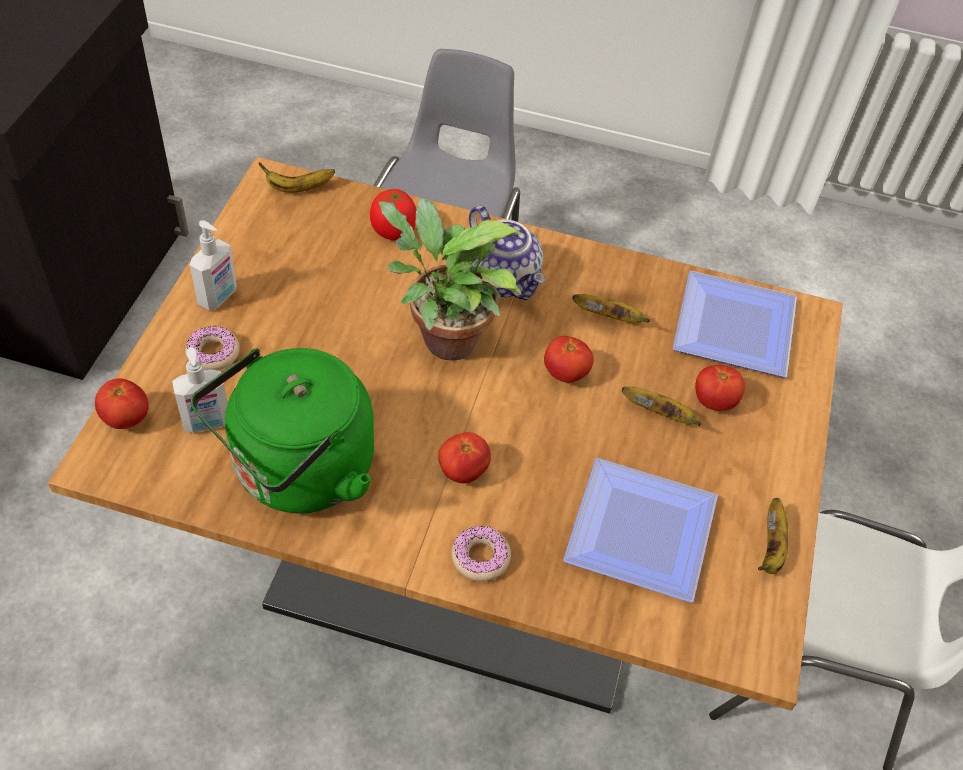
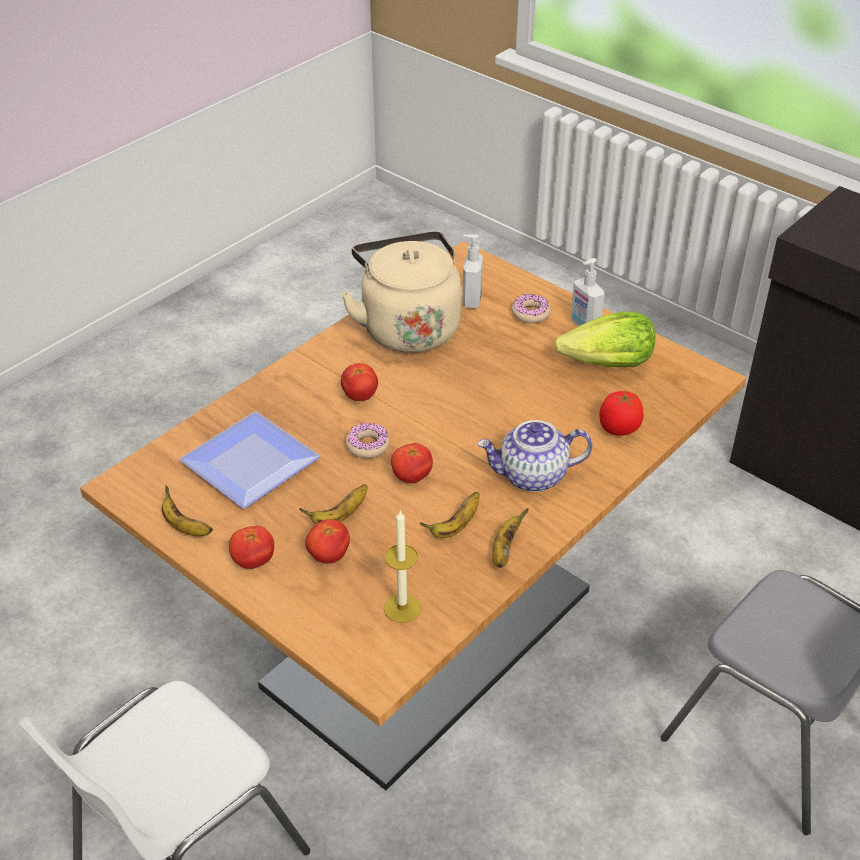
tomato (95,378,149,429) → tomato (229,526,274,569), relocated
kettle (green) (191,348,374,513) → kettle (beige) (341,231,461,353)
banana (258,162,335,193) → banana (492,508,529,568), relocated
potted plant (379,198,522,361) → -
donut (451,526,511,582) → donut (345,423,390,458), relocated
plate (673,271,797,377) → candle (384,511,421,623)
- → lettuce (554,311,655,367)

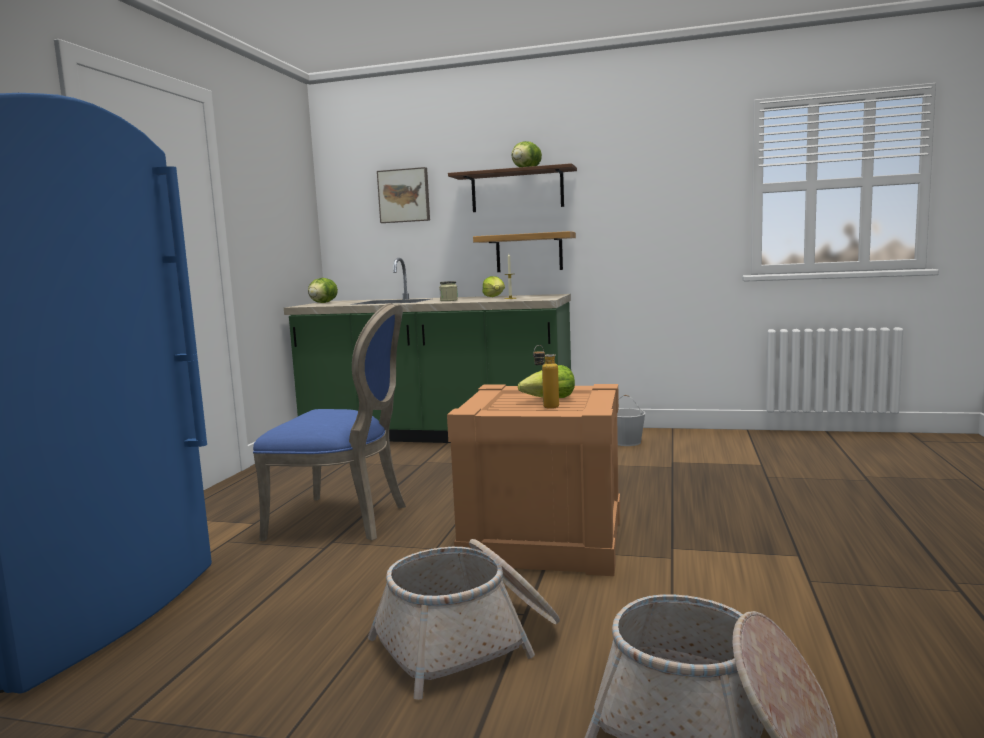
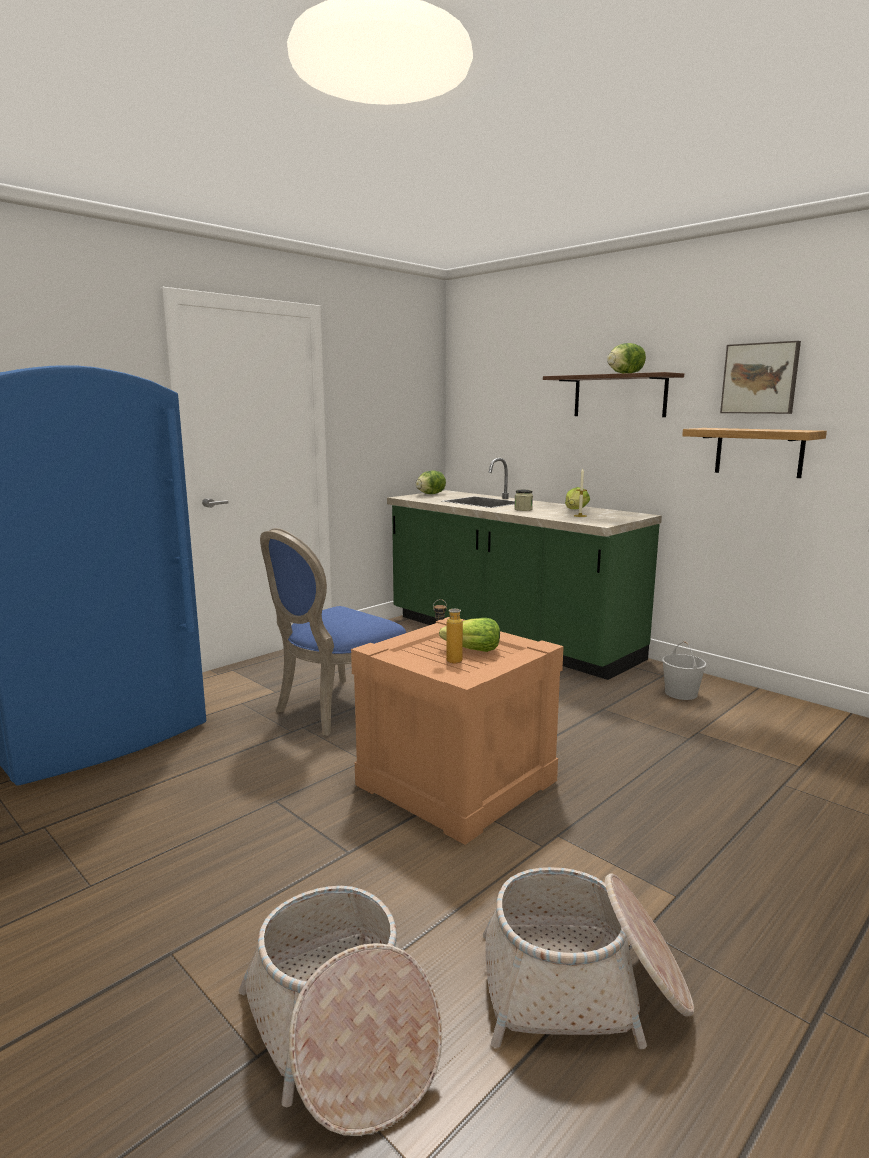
chair (blue) (253,303,406,541) → chair (blue) (260,528,406,736), 90 degrees clockwise
basket (368,539,560,700) → basket (483,867,694,1049), relocated
picture (377,167,430,223) → picture (720,341,801,414), relocated
shelf (473,231,576,272) → shelf (682,428,827,478), relocated

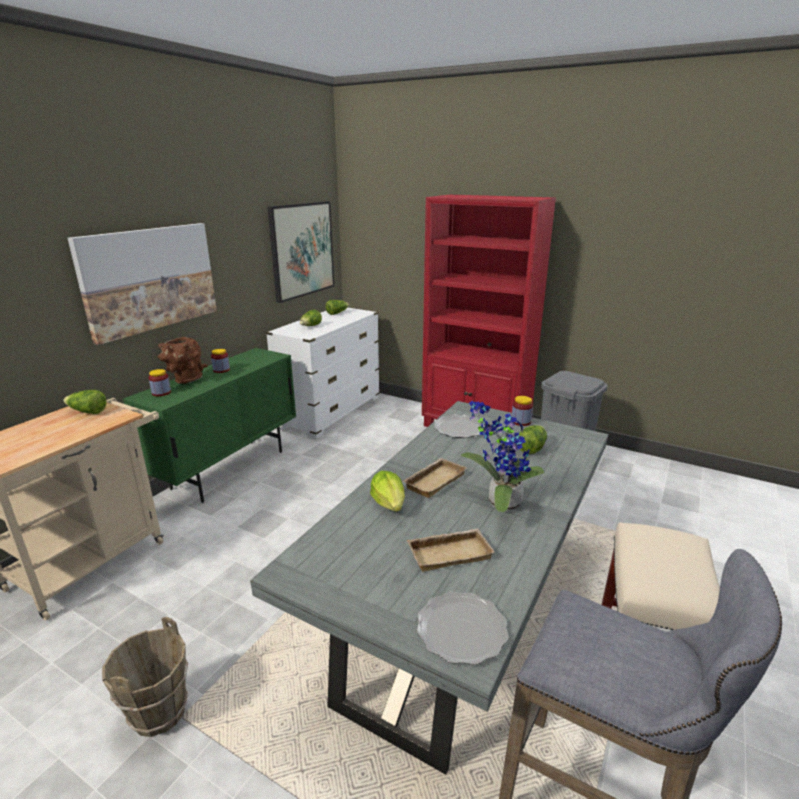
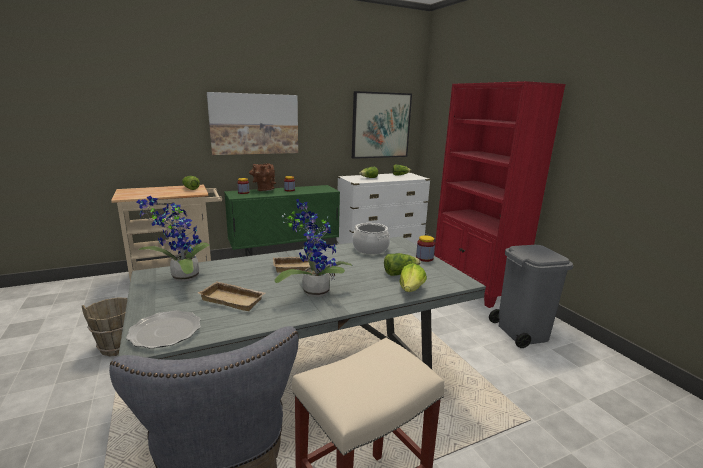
lettuce (370,471,405,512) → lettuce (399,263,427,292), relocated
plate (434,414,485,438) → cooking pot (352,223,390,254)
- → potted plant (137,196,209,282)

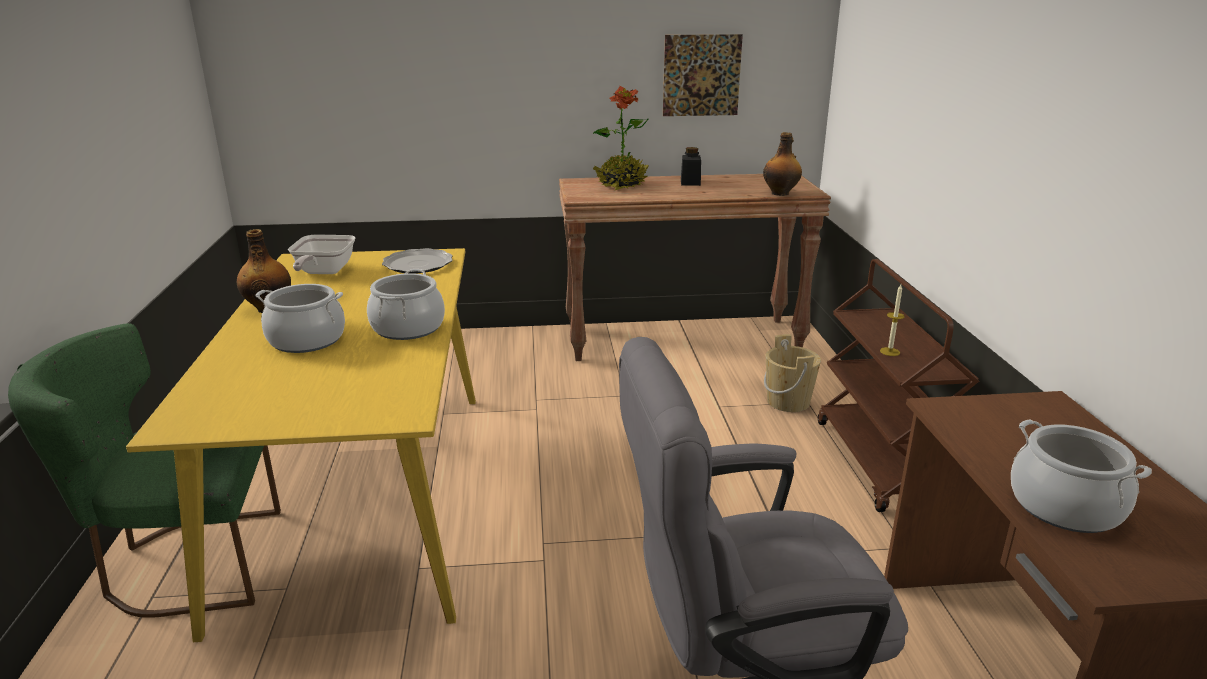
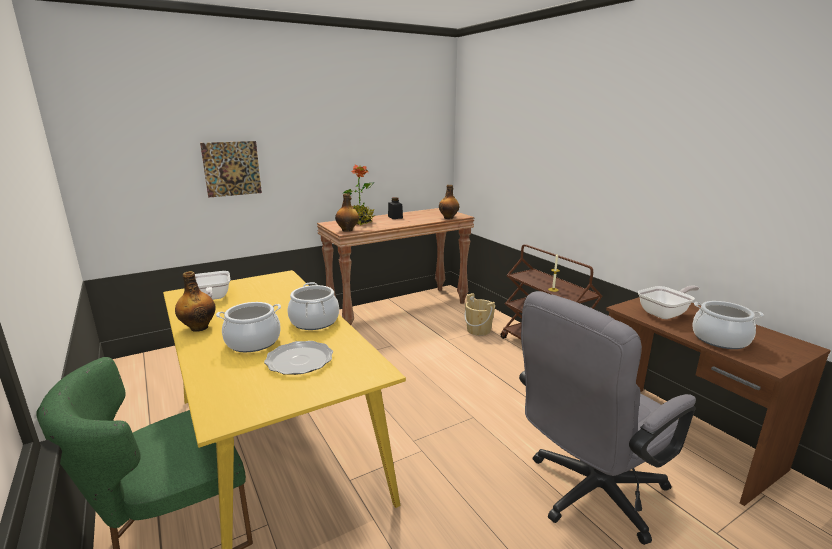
plate (382,248,453,274) → plate (264,341,333,375), relocated
picture (663,34,743,116) → picture (200,141,262,198), relocated
- → bottle (335,193,359,232)
- → frying pan (638,285,699,319)

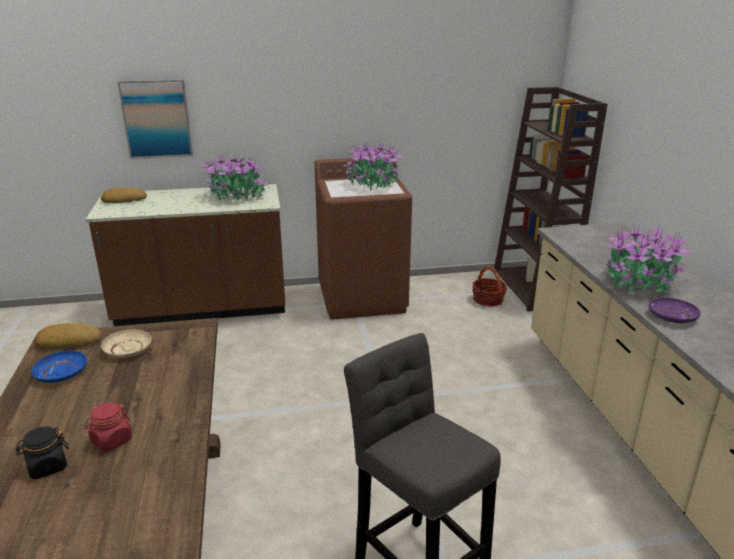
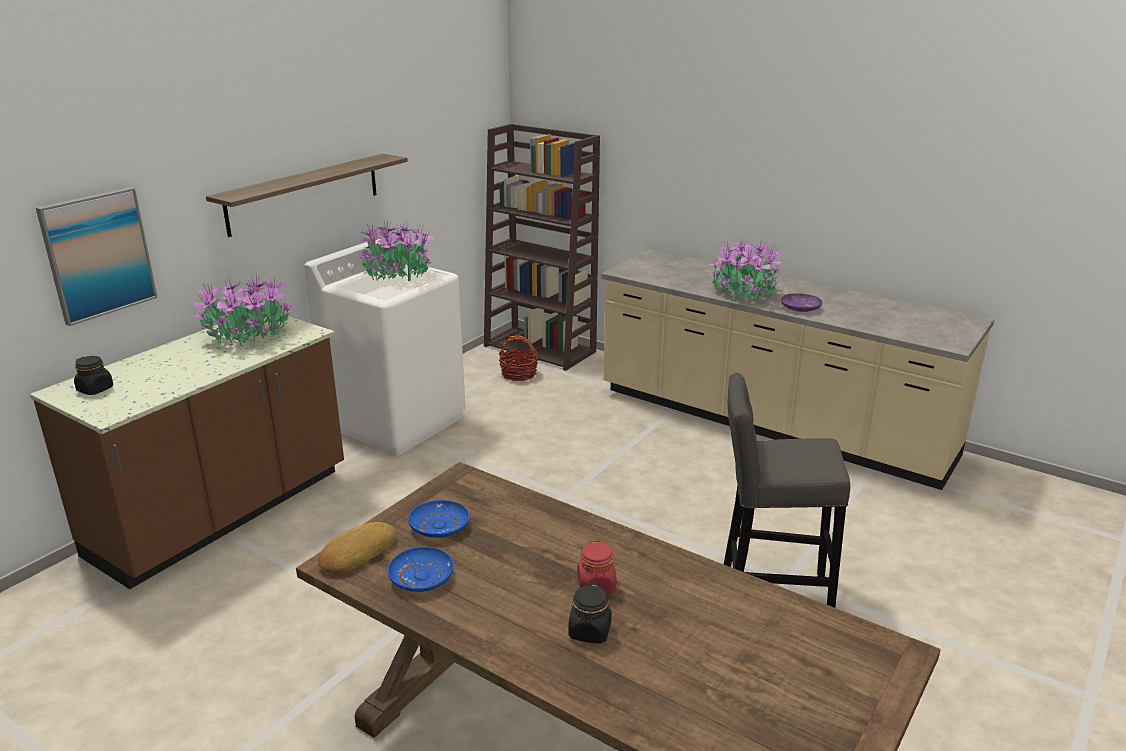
bread (101,187,147,203) → jar (black) (74,356,113,395)
plate (beige) (101,330,152,358) → plate (blue) (408,500,470,538)
washing machine (brown) (315,157,412,320) → washing machine (white) (304,239,466,456)
- → shelf (206,154,408,237)

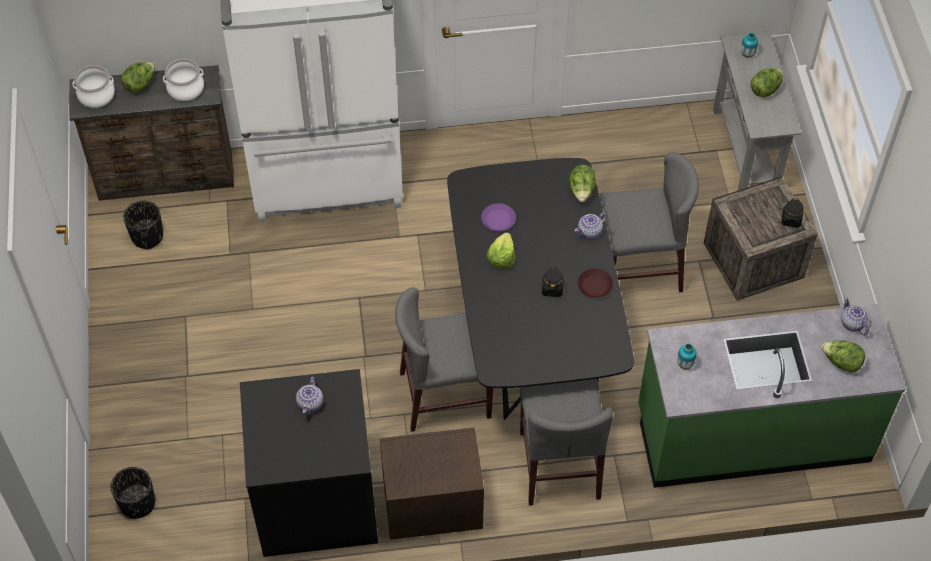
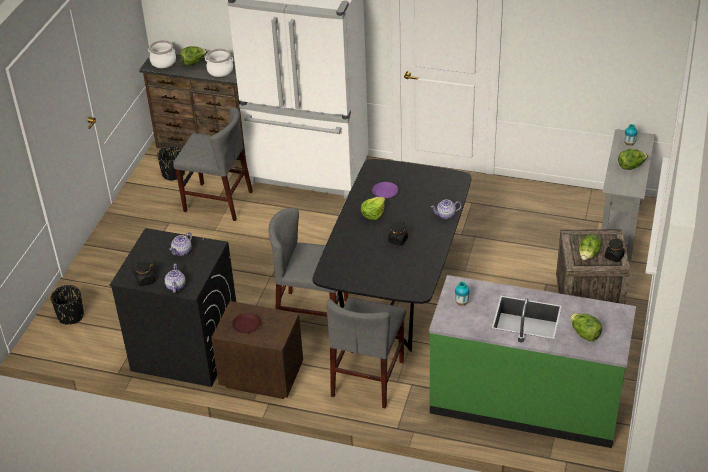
lettuce (569,165,596,202) → lettuce (578,234,602,260), relocated
plate (brown) (578,269,613,298) → plate (brown) (232,313,261,333), relocated
chair (grey) (599,152,699,292) → chair (grey) (173,107,253,221), relocated
teapot (841,297,869,335) → teapot (164,264,186,293), relocated
- → jar (black) (132,261,156,286)

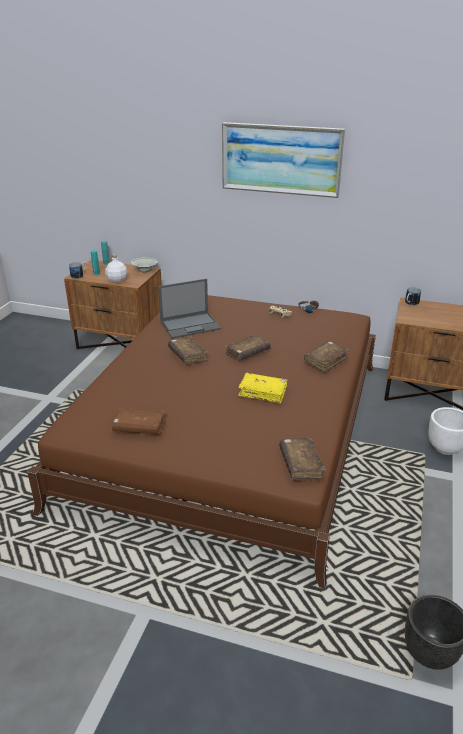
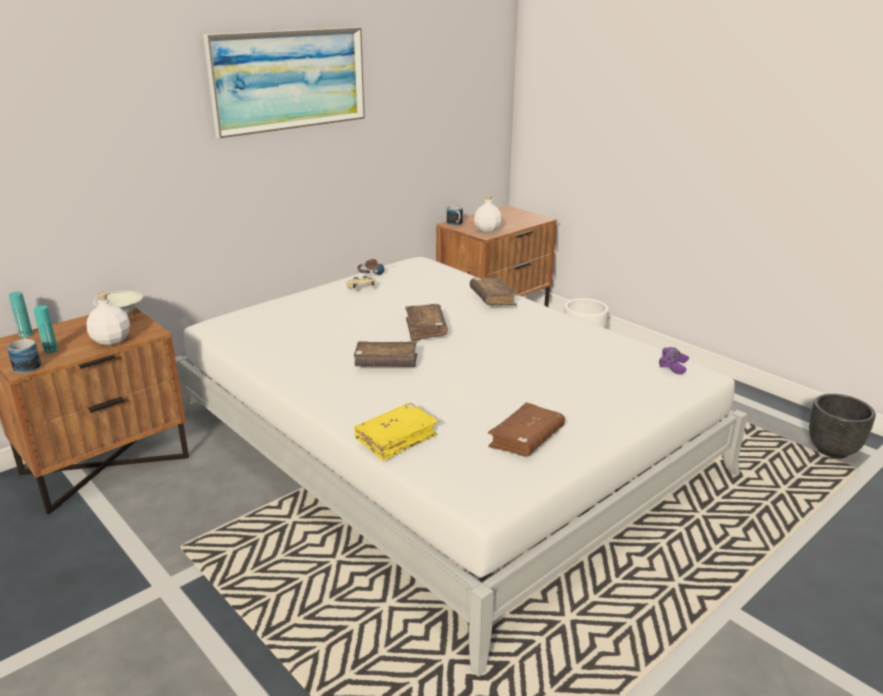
bed (brown) (27,295,376,589) → bed (white) (175,257,748,677)
laptop (158,279,221,339) → -
book (yellow) (238,373,287,404) → book (yellow) (354,403,439,461), relocated
book (brown) (279,438,326,480) → game controller (purple) (659,347,689,375)
- → bottle (white) (474,195,502,232)

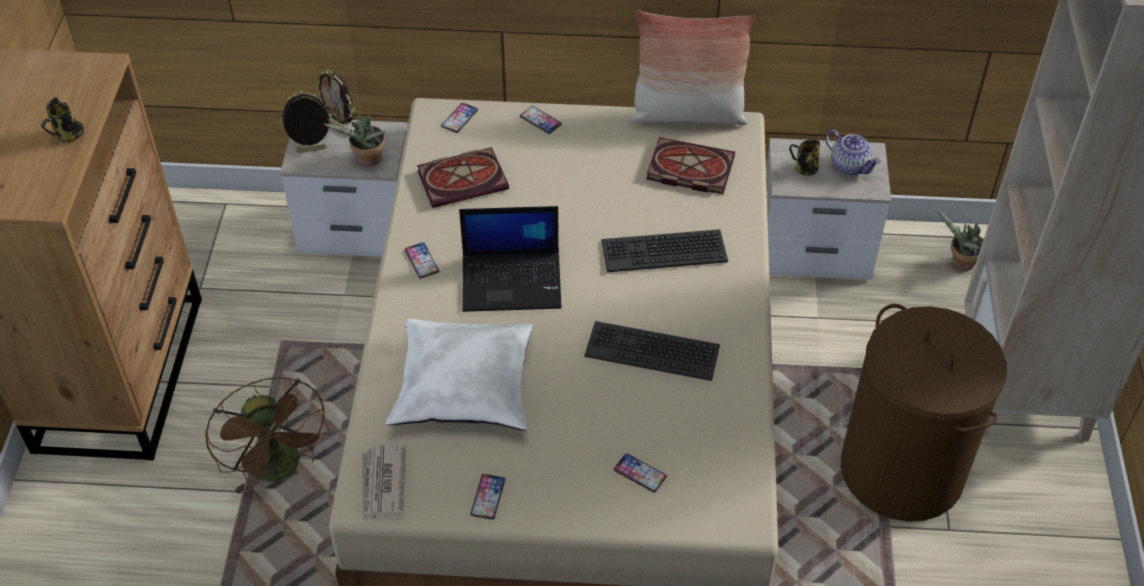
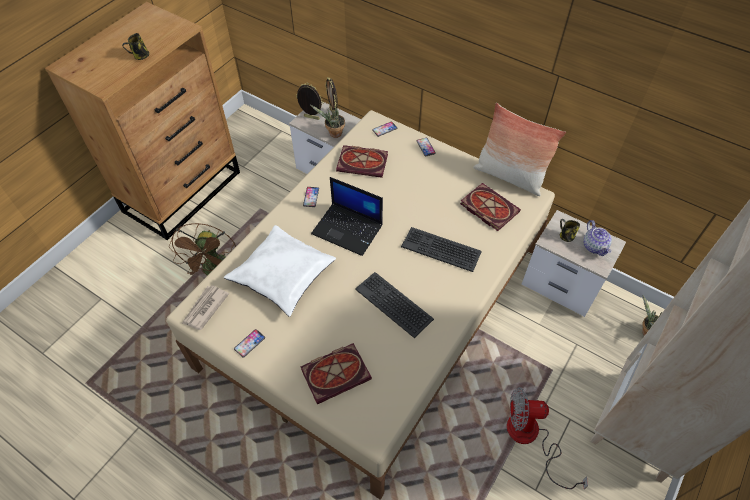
phone (614,453,667,493) → book (301,343,372,404)
laundry basket (brown) (840,304,1007,522) → fan (507,387,588,489)

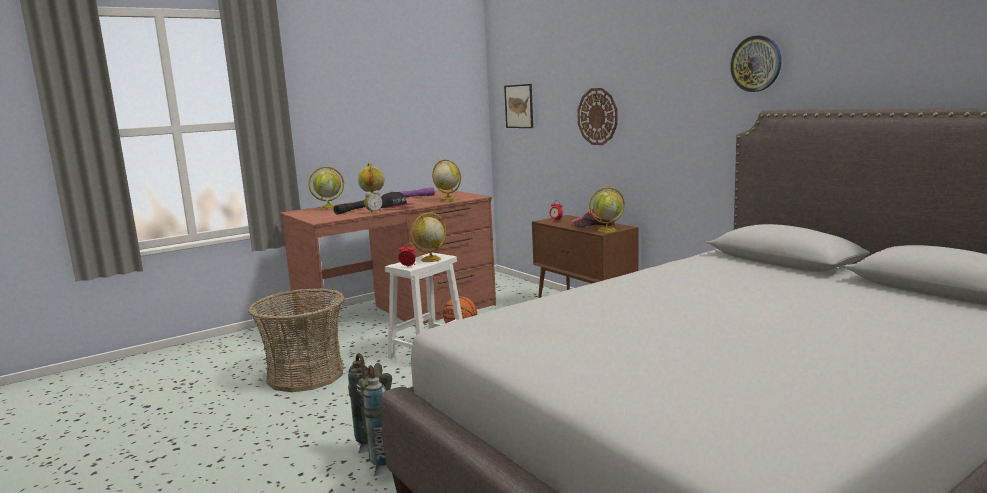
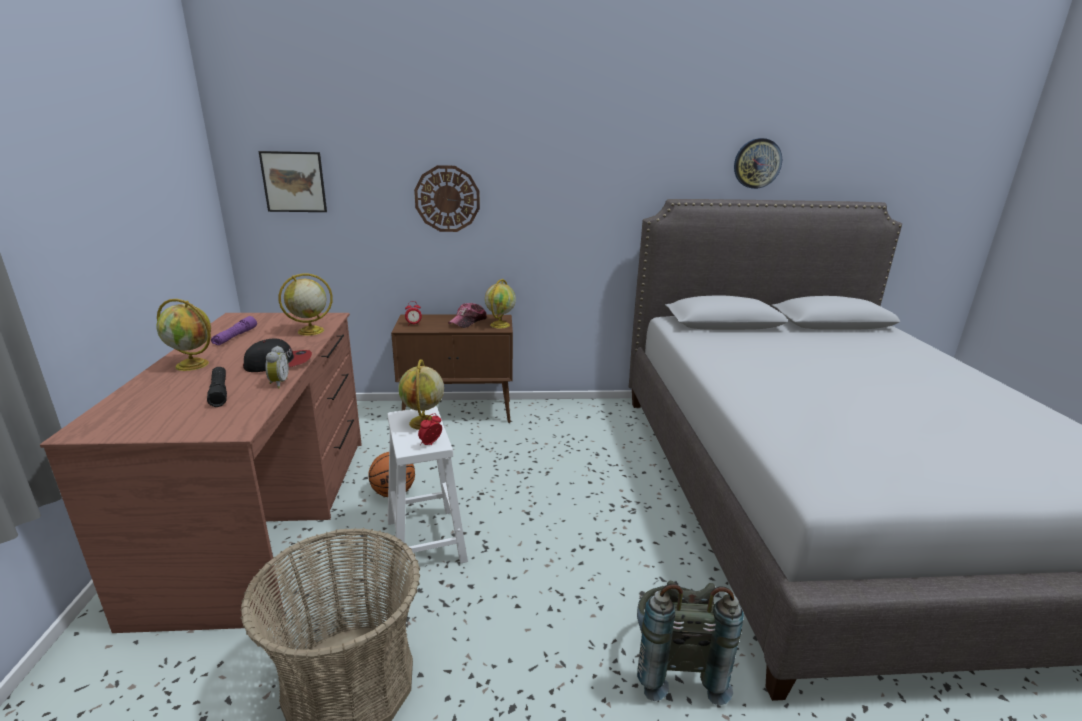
globe (309,167,344,209) → -
wall clock (730,35,782,92) → wall clock (734,138,782,189), relocated

